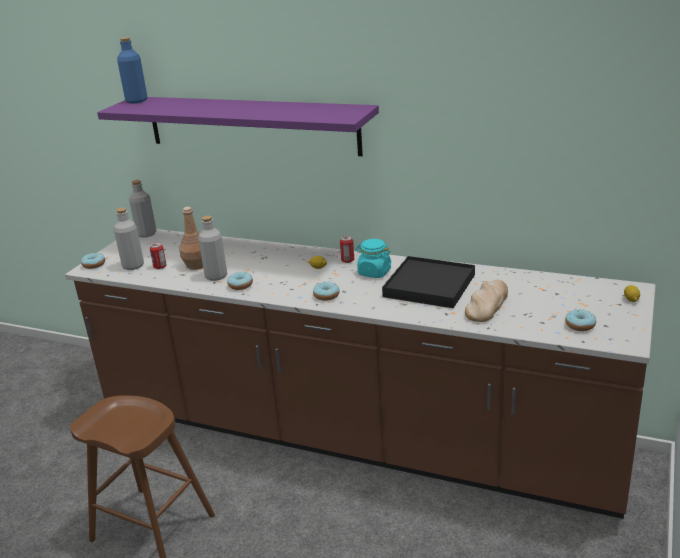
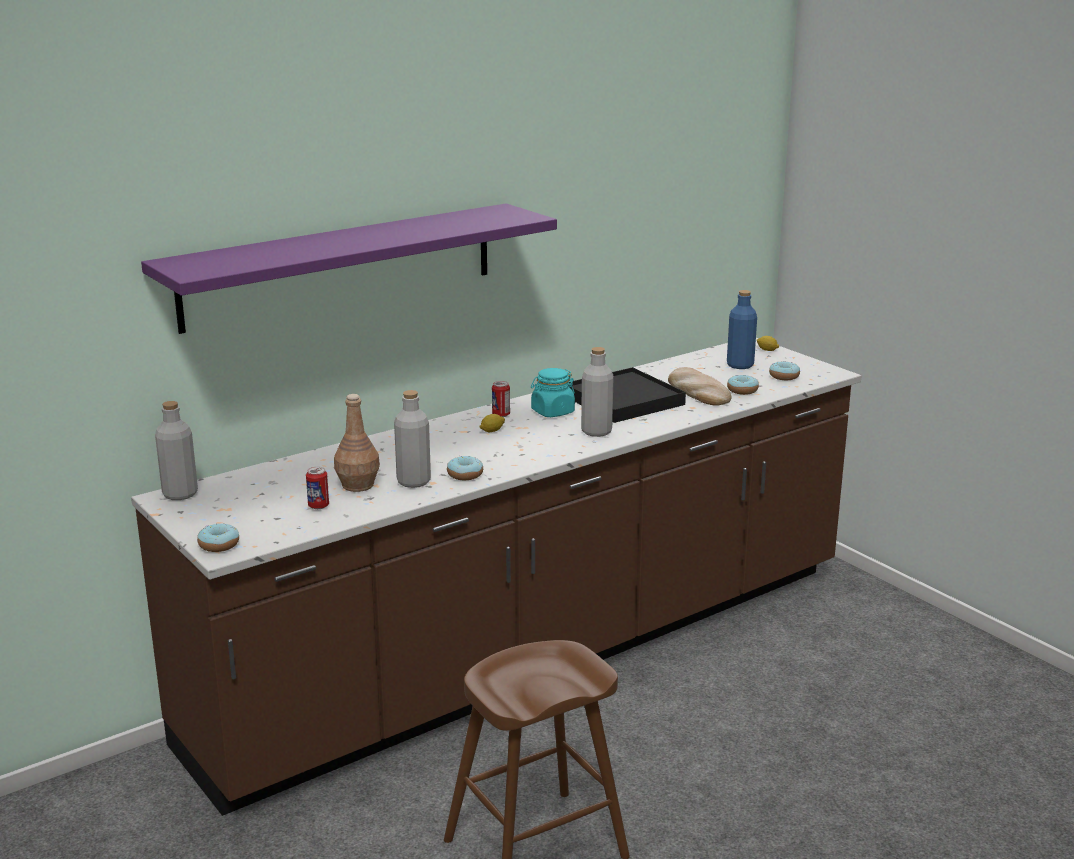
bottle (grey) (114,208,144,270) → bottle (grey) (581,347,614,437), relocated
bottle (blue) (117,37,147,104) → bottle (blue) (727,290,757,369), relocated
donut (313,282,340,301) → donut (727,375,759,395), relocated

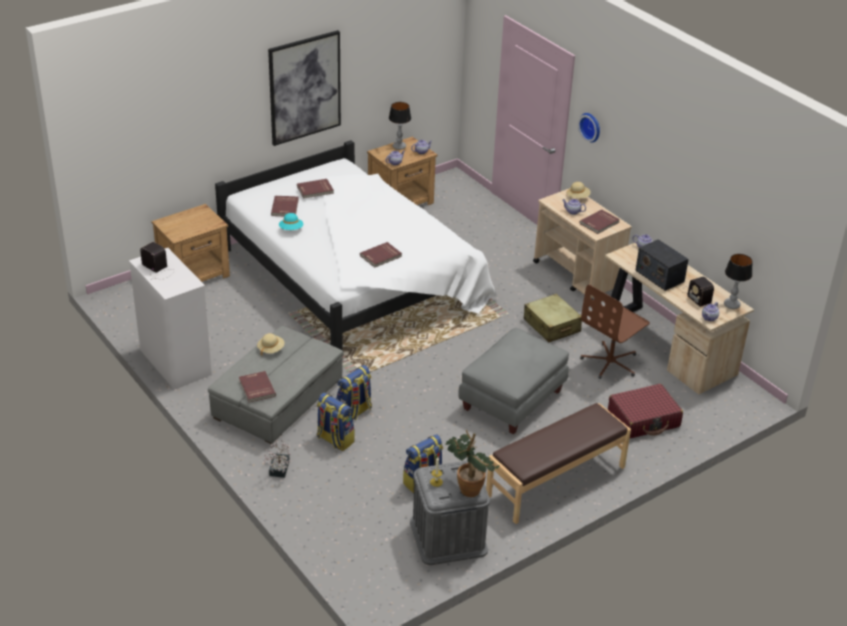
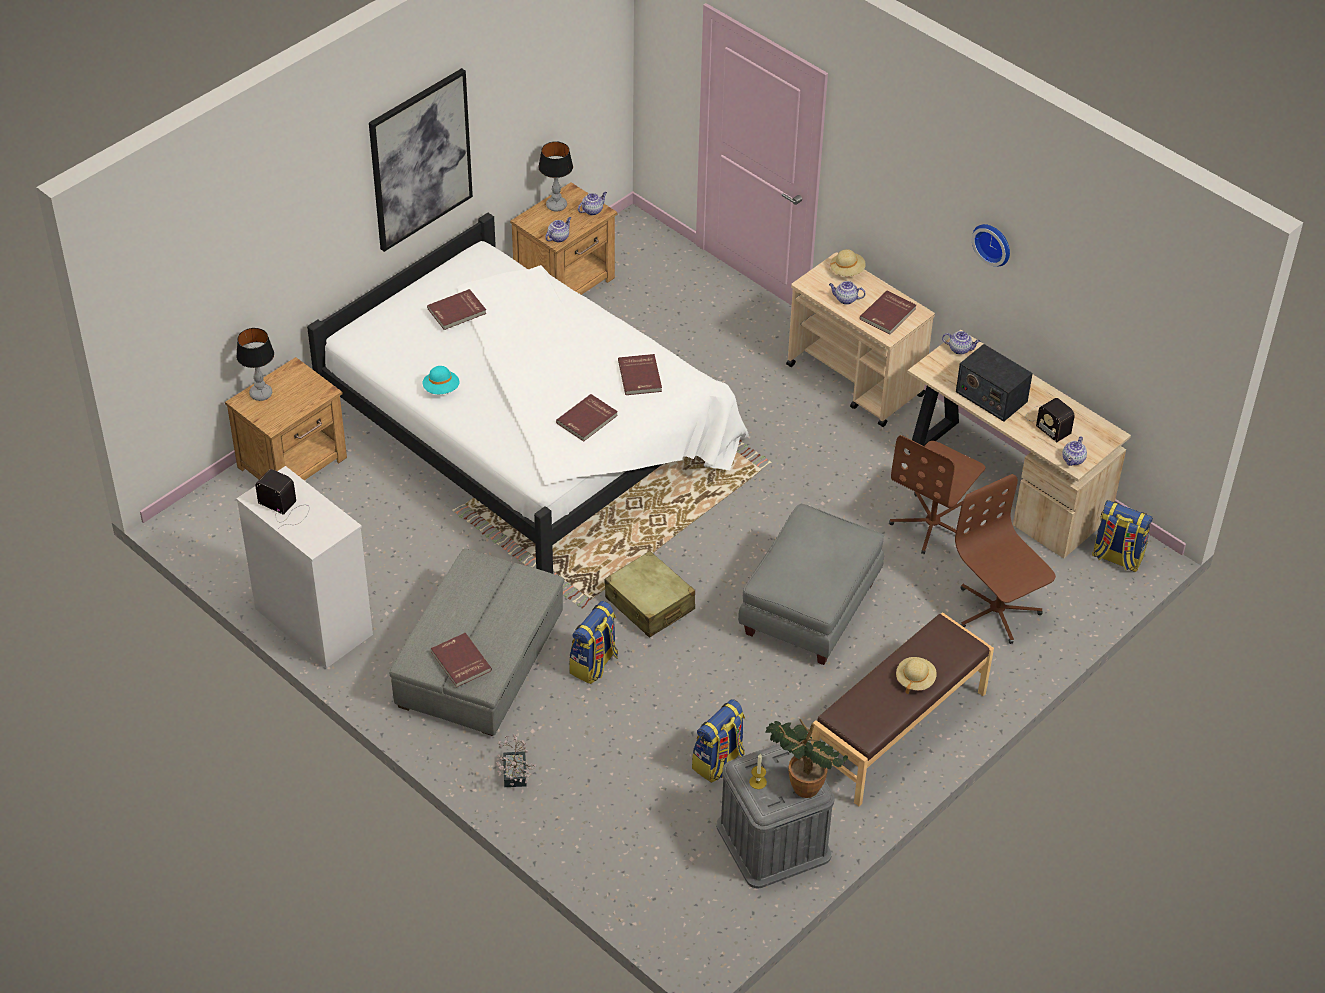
hat (beige) (257,333,284,356) → hat (beige) (896,657,937,694), relocated
book (red) (271,196,299,216) → book (red) (618,354,662,395), relocated
backpack (317,393,355,451) → backpack (1092,500,1153,572), relocated
suitcase (beige) (524,294,582,342) → suitcase (beige) (604,551,695,638), relocated
wall clock (578,113,600,143) → wall clock (972,224,1010,266), relocated
suitcase (red) (608,384,683,438) → office chair (brown) (955,474,1056,644)
table lamp (724,254,753,309) → table lamp (236,328,274,401), relocated

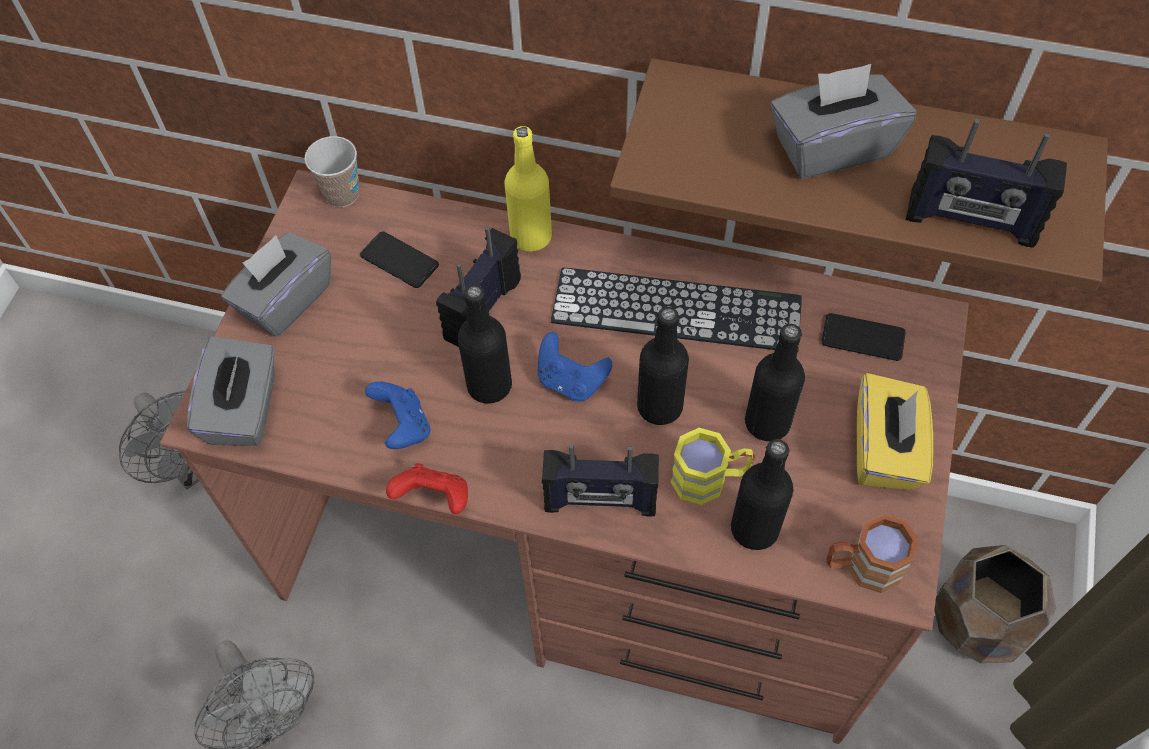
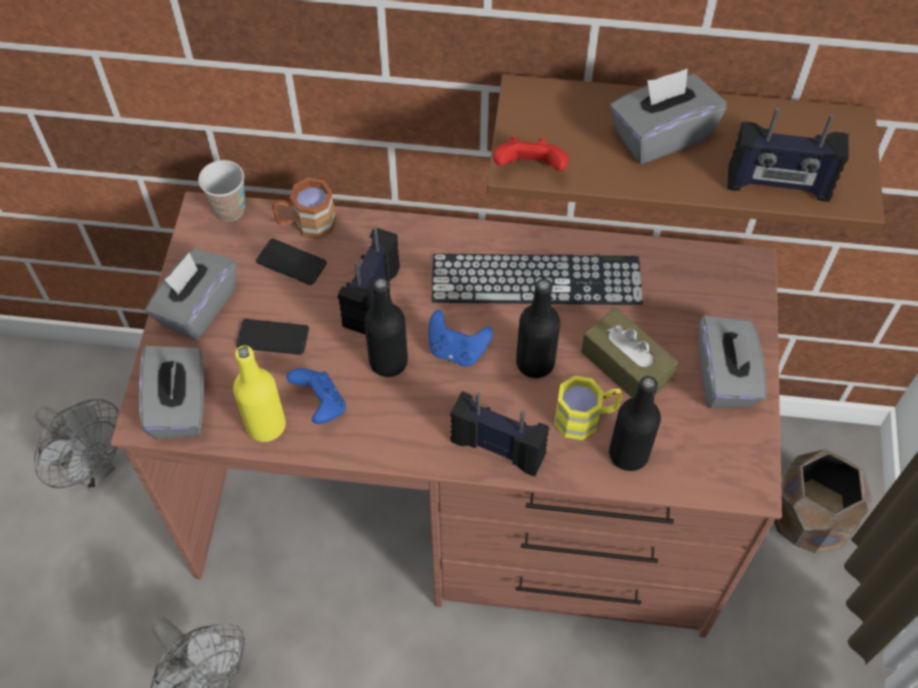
game controller (red) (386,463,468,514) → game controller (red) (493,137,569,171), relocated
bottle (yellow) (504,126,552,252) → bottle (yellow) (233,345,286,442), relocated
radio (542,444,659,517) → radio (450,391,550,476), 150 degrees counterclockwise
bottle (black) (745,324,805,441) → tissue box (brown) (581,308,678,398)
phone (822,313,906,361) → phone (236,319,309,355), relocated
mug (brown) (826,514,919,593) → mug (brown) (272,178,336,239), relocated
tissue box (yellow) (857,373,933,490) → tissue box (grey) (698,315,767,408)

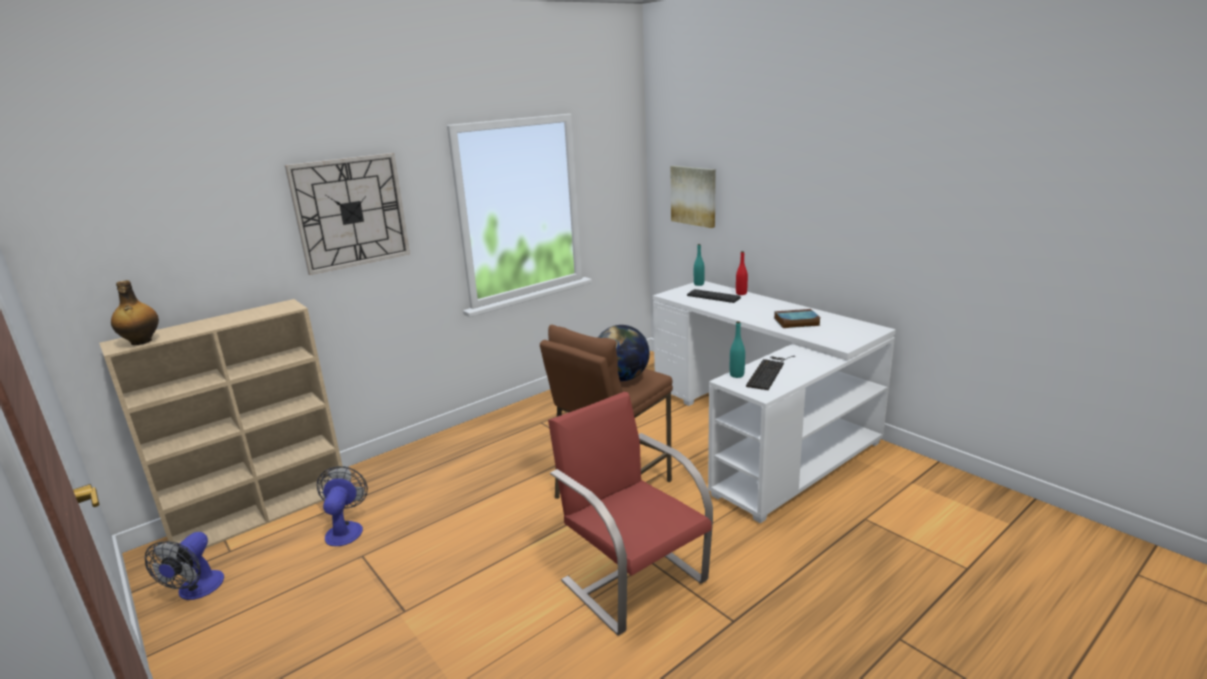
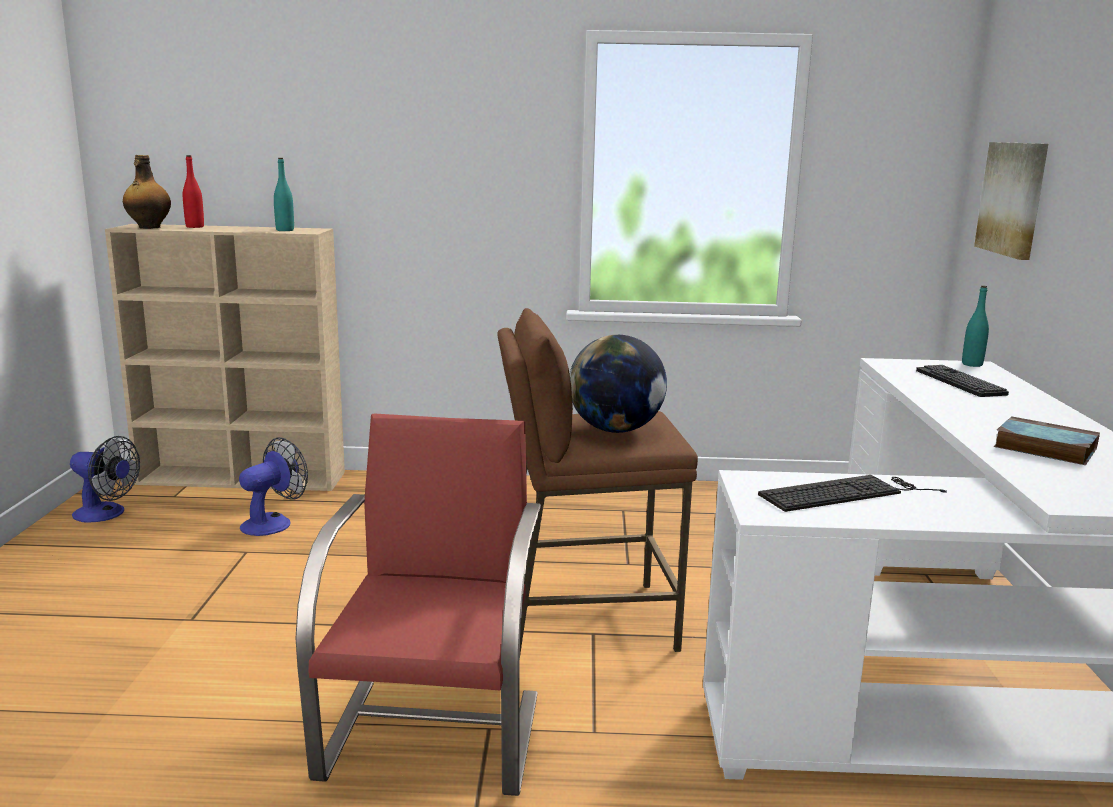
fan (145,532,224,600) → fan (70,436,140,523), 120 degrees counterclockwise
wall clock (285,153,410,275) → -
bottle (turquoise) (730,321,745,378) → bottle (turquoise) (274,158,294,231), relocated
bottle (red) (736,251,748,295) → bottle (red) (183,155,204,228), relocated

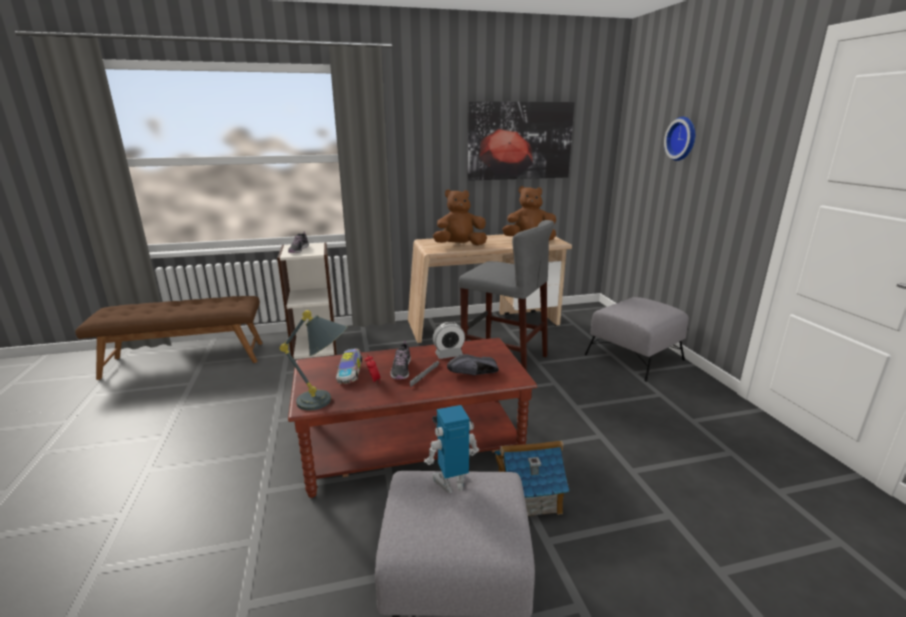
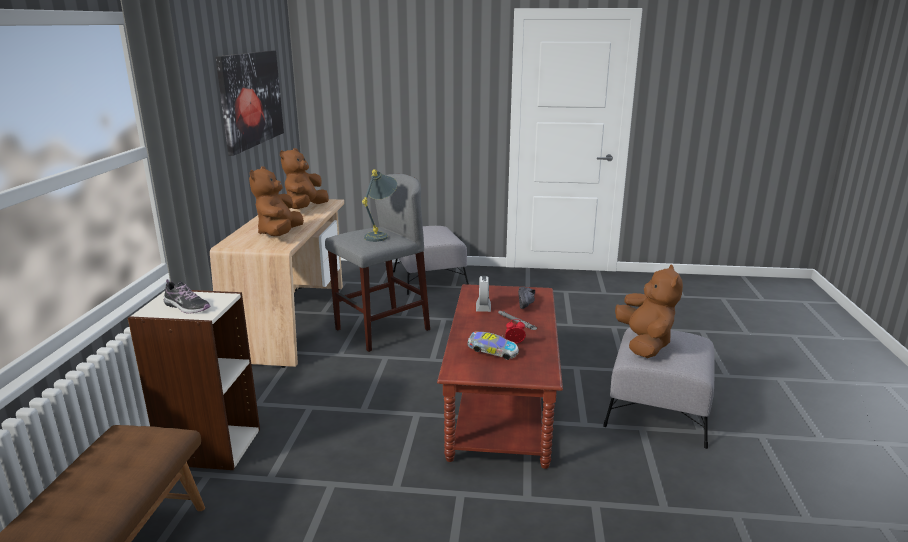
table lamp (grey) (280,310,348,411) → table lamp (grey) (362,169,397,242), relocated
shoe (390,340,411,379) → -
toy robot (424,405,479,493) → plush toy (brown) (615,265,683,358)
toy house (495,440,569,516) → -
wall clock (664,117,695,161) → -

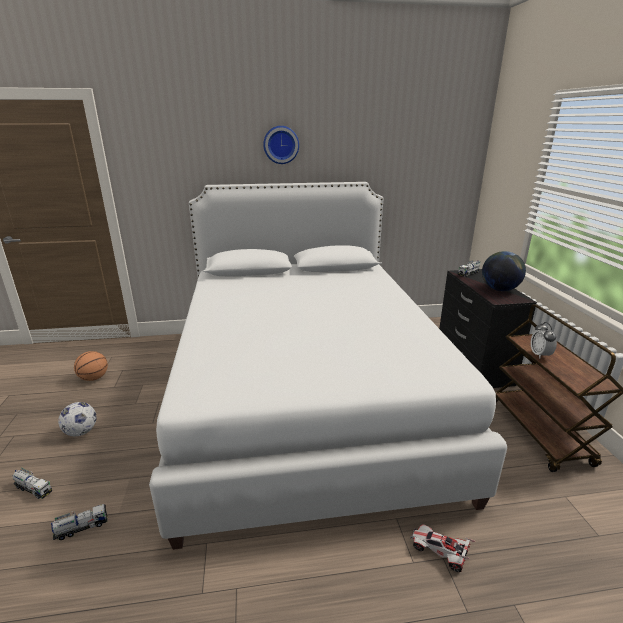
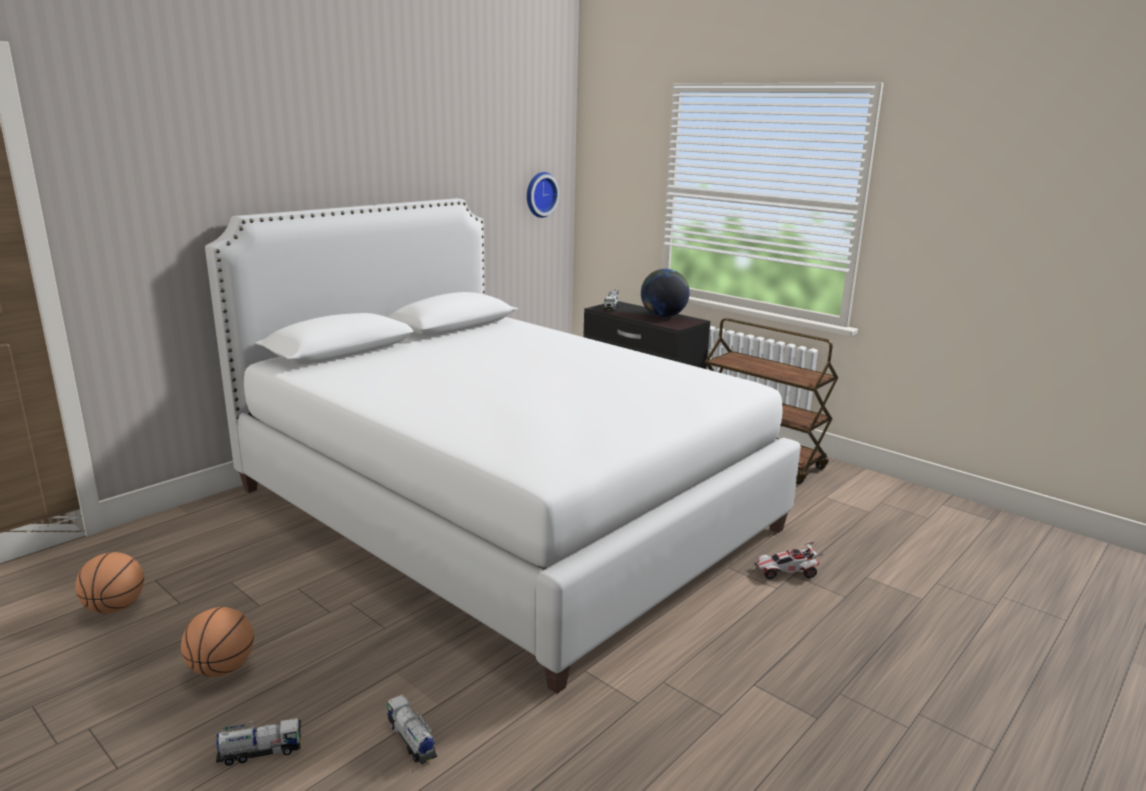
toy truck (51,504,107,540) → toy truck (387,695,437,764), 60 degrees counterclockwise
football (58,402,97,436) → basketball (181,607,254,677)
wall clock (263,126,299,164) → wall clock (527,172,560,218), relocated
alarm clock (531,322,557,359) → -

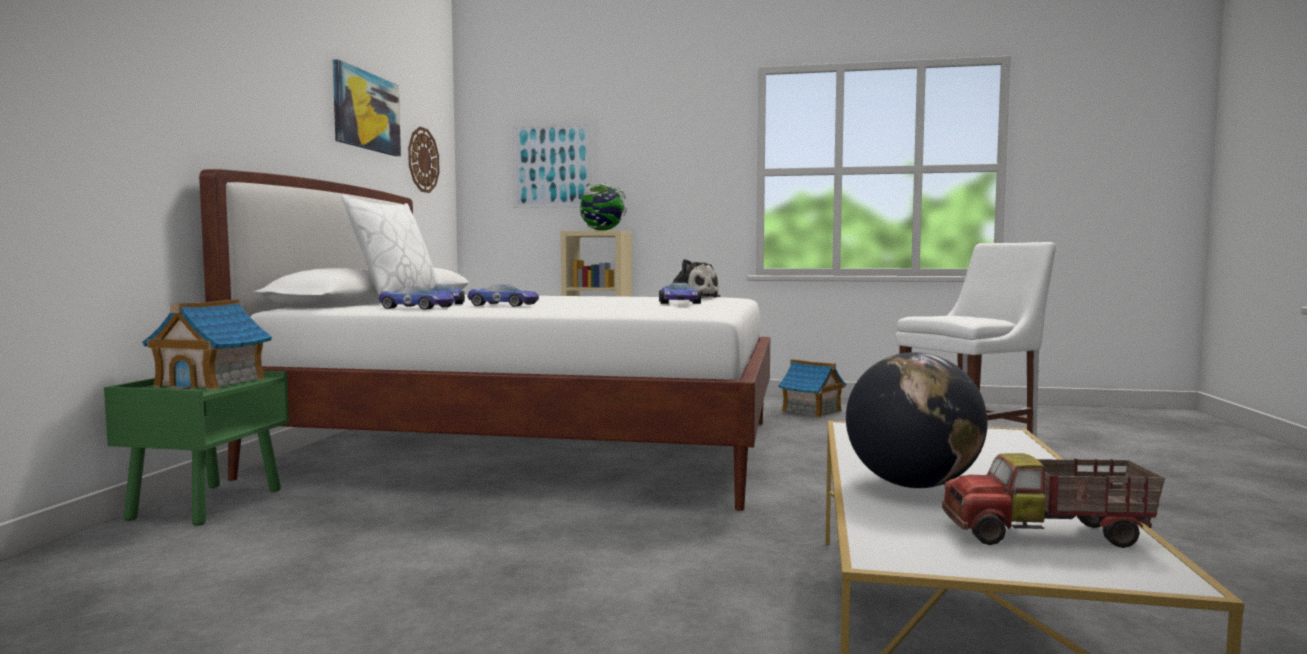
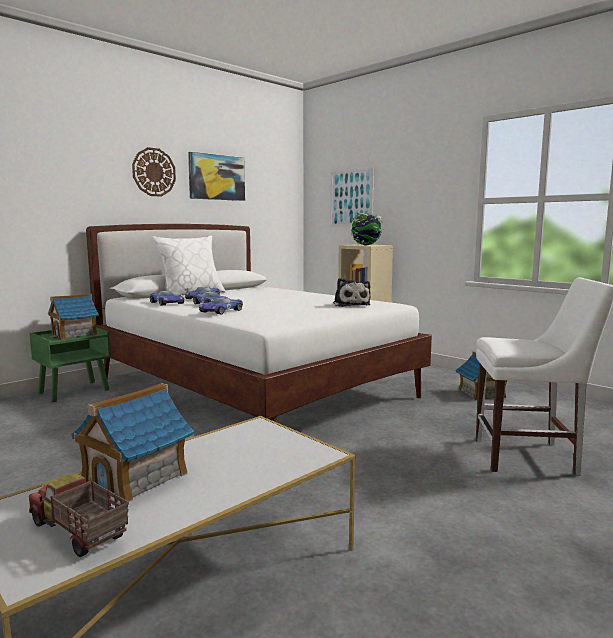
wall clock (408,127,440,193) → wall clock (132,147,176,197), relocated
toy car (659,283,701,304) → toy car (199,297,243,314), relocated
globe (846,352,988,488) → toy house (71,383,194,502)

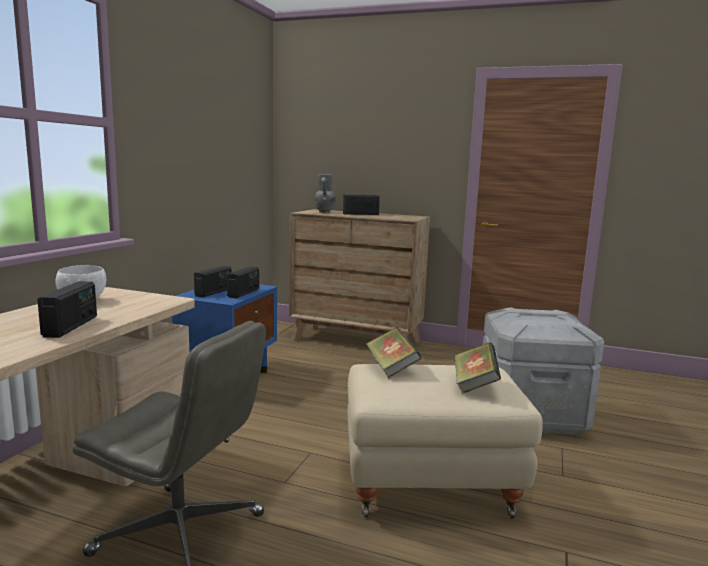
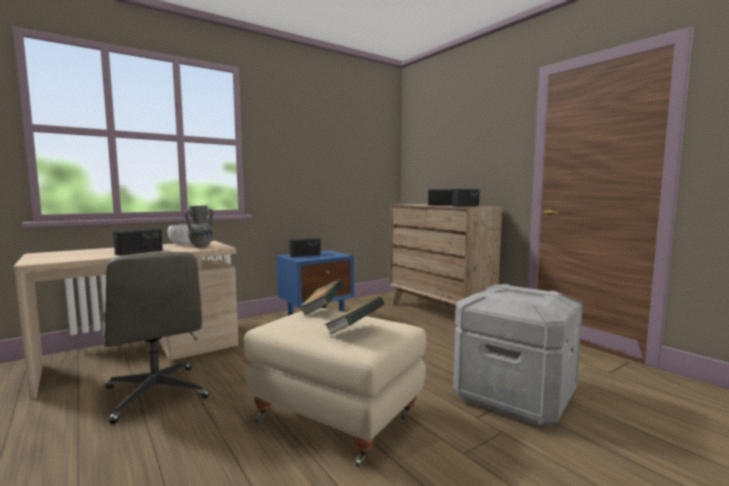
radio (227,266,259,298) → radio (452,189,480,207), relocated
vase (grey) (315,174,335,213) → vase (grey) (185,205,213,248), relocated

